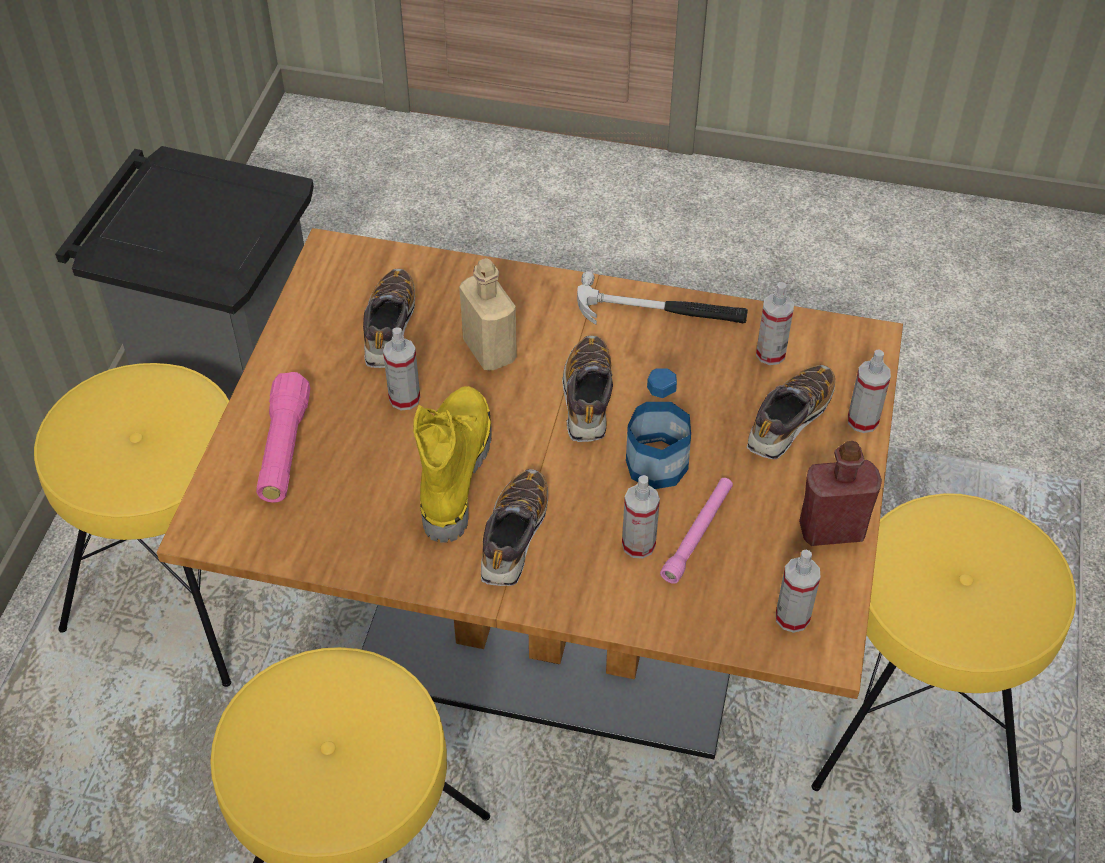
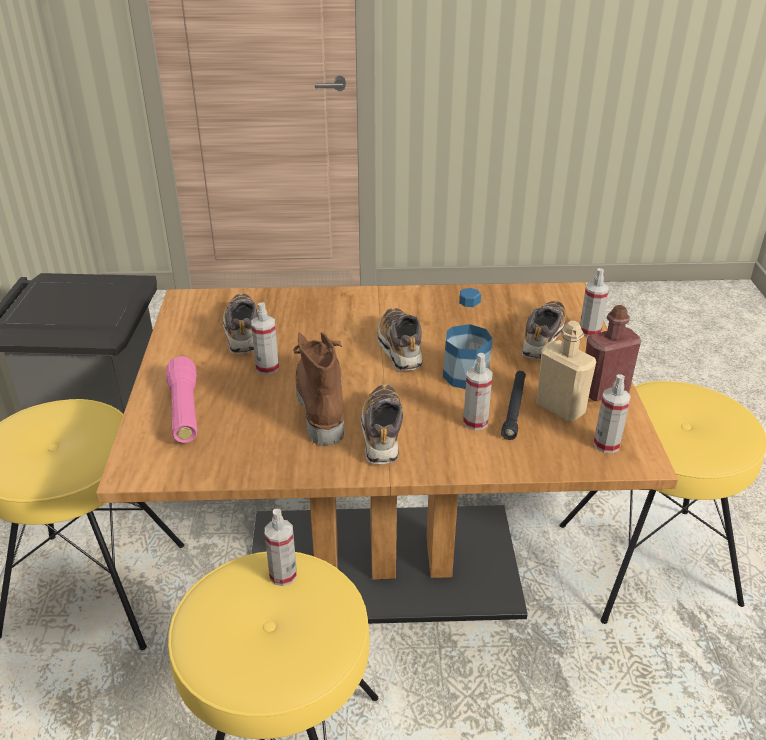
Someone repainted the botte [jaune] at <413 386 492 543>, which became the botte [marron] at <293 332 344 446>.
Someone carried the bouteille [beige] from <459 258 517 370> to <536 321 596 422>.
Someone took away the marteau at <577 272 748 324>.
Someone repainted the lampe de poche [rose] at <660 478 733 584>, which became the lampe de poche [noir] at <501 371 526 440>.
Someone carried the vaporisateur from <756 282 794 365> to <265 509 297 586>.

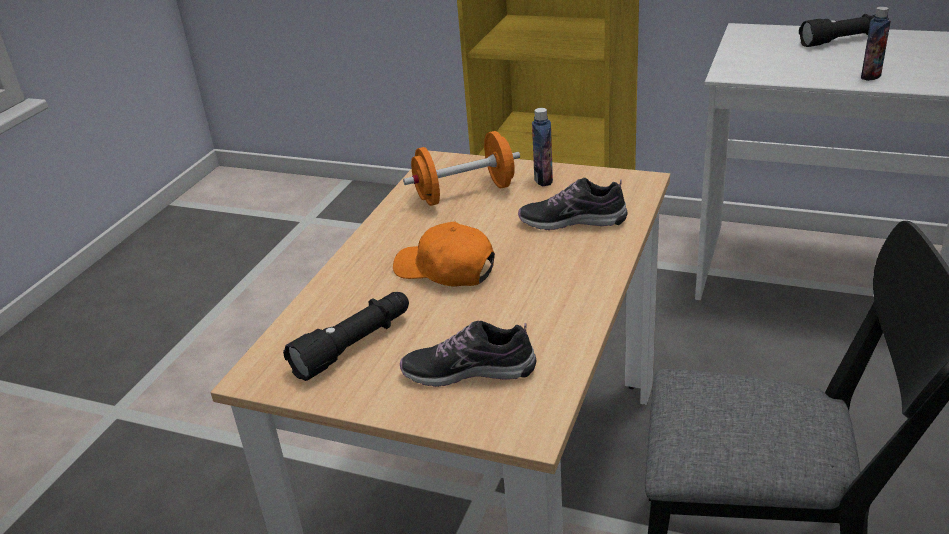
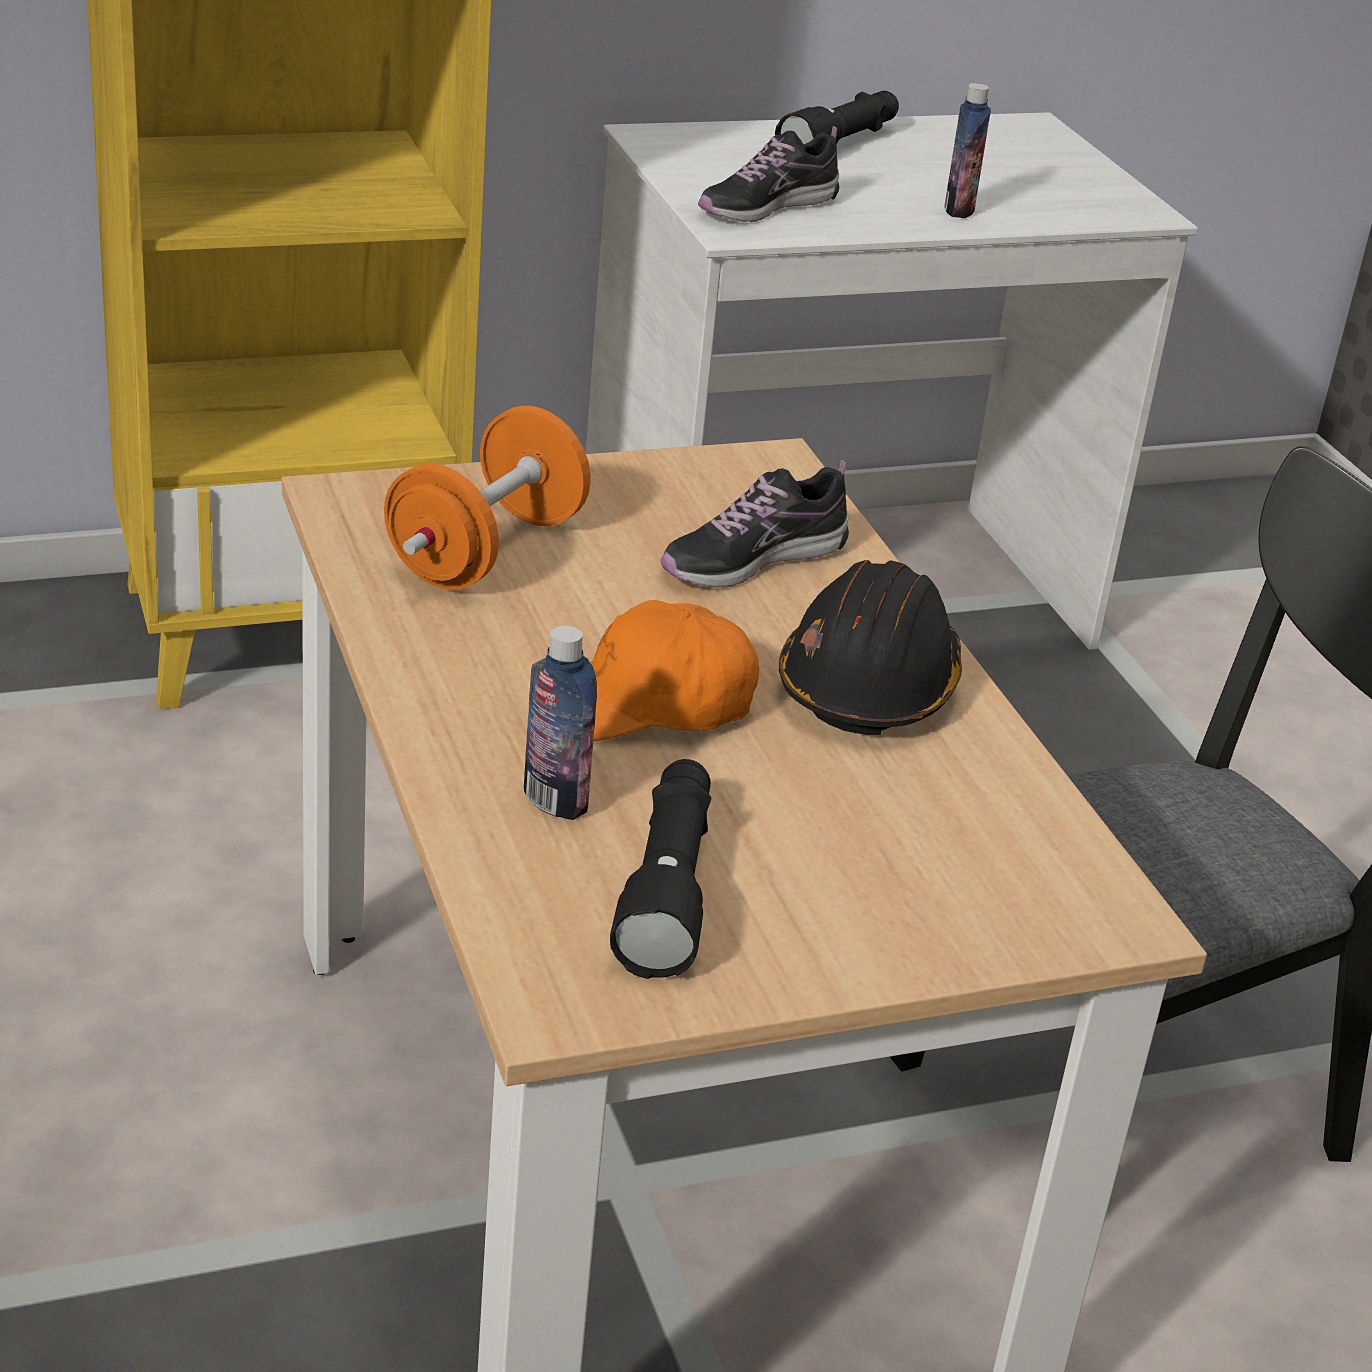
Someone carried the chaussure from <400 321 536 387> to <698 126 839 222>.
Someone carried the bouteille from <532 108 553 186> to <524 626 597 820>.
Someone put down the casque de chantier [noir] at <779 560 962 735>.

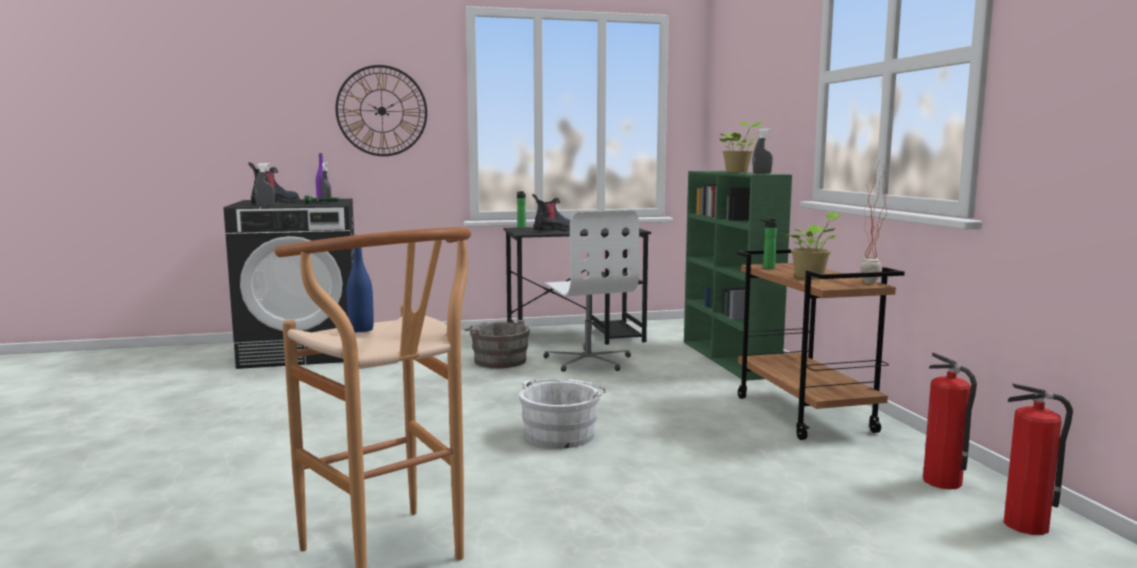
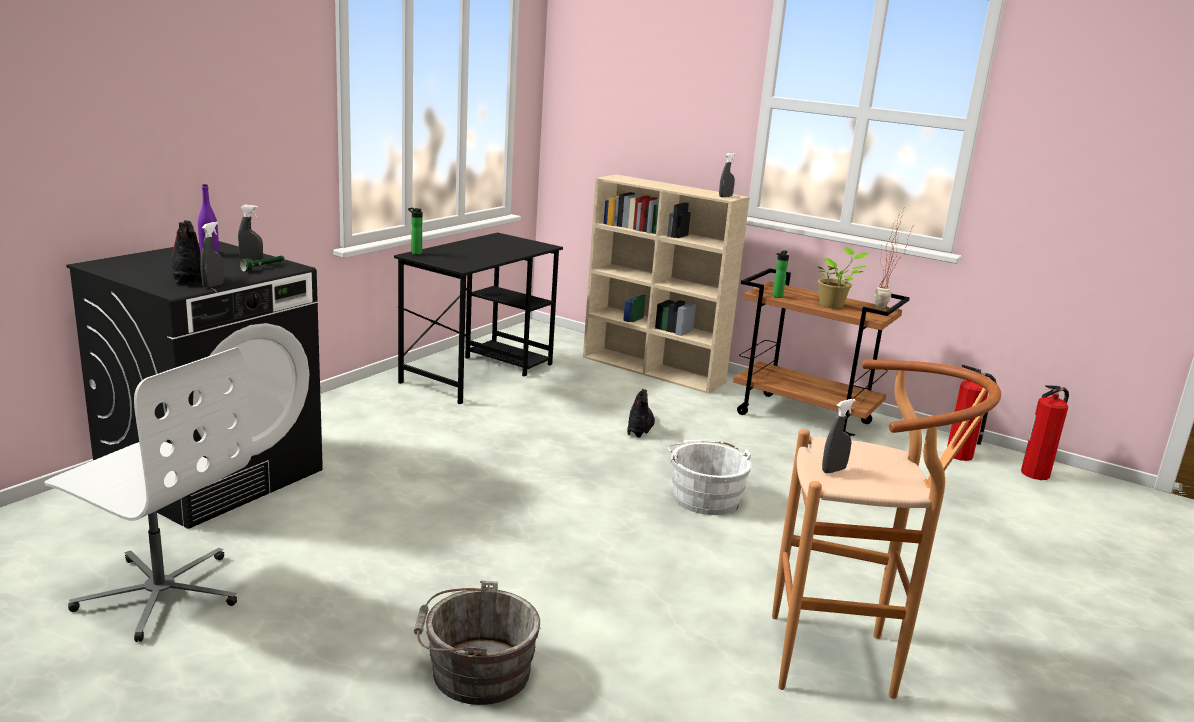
Someone took away the horloge murale at <335 65 427 156>.
Someone swapped the bouteille [bleu] at <347 248 374 332> for the vaporisateur [gris] at <822 399 856 473>.
Someone carried the seau [gris] from <464 319 530 368> to <414 581 540 705>.
Someone carried the botte from <532 194 571 232> to <627 389 655 438>.
Someone carried the chaise de bureau [blanc] from <543 211 639 372> to <44 347 253 642>.
Someone repainted the bibliothèque [vert] at <684 171 792 381>, which became the bibliothèque [beige] at <583 174 750 394>.
Someone took away the plante en pot at <720 122 762 172>.

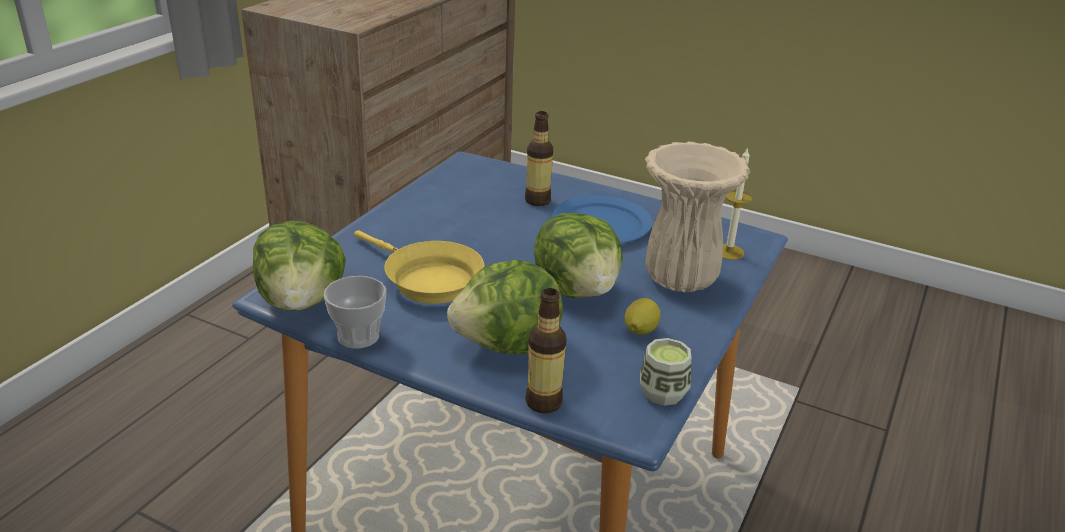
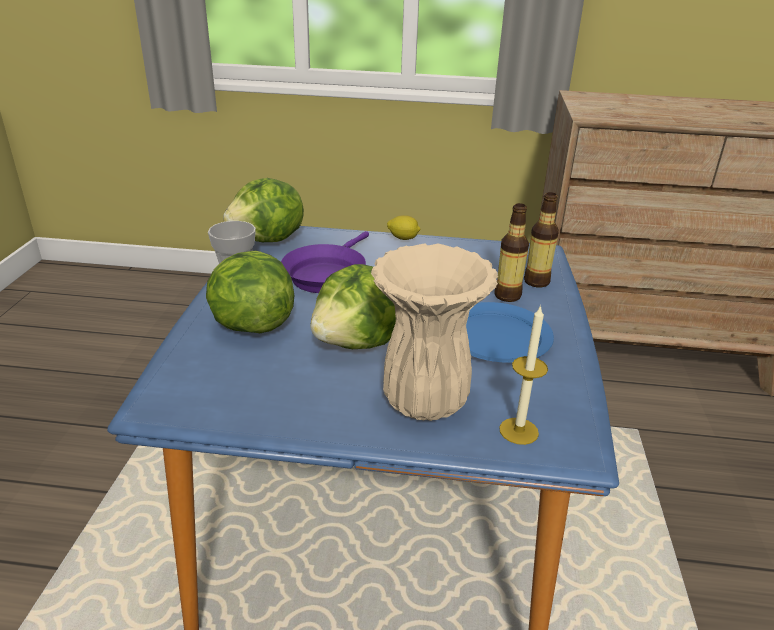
Someone repainted the poêle [jaune] at <354 230 485 304>, which became the poêle [violet] at <281 231 369 293>.
Someone carried the bouteille from <525 288 567 413> to <524 192 559 287>.
Someone carried the citron from <625 298 661 335> to <387 215 420 240>.
Someone took away the tasse at <640 338 691 406>.

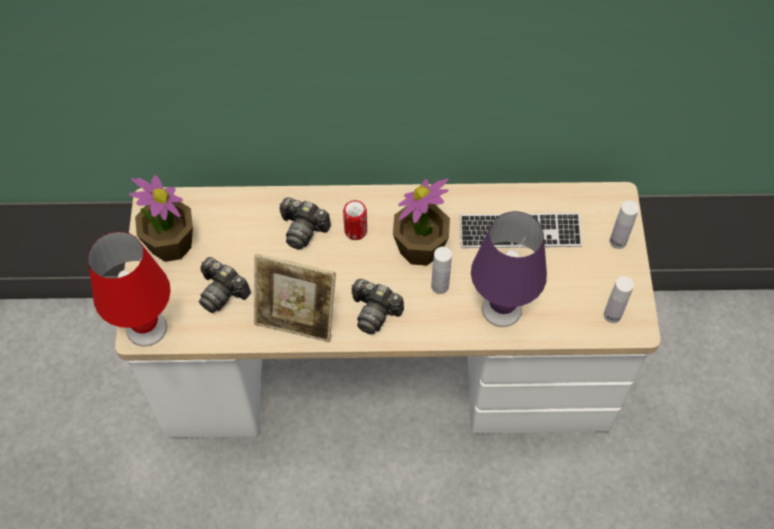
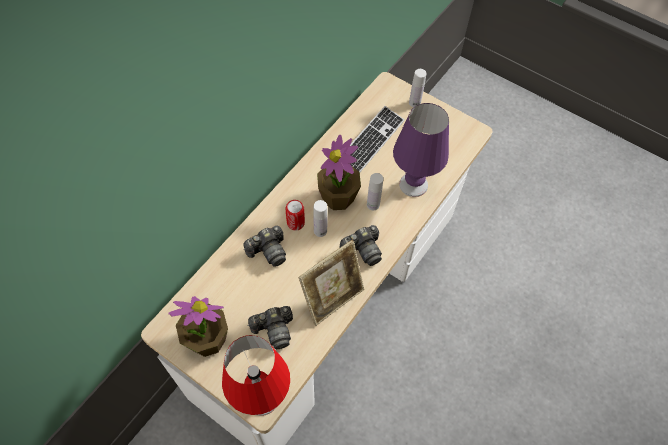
Someone carried the bouteille [blanc] from <604 276 634 323> to <313 200 328 237>.

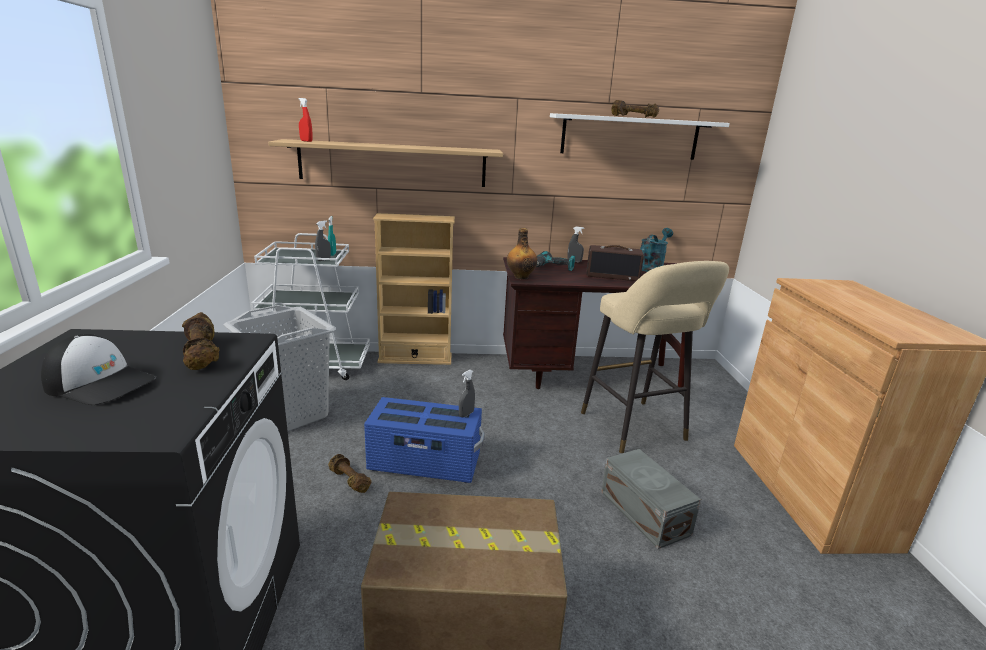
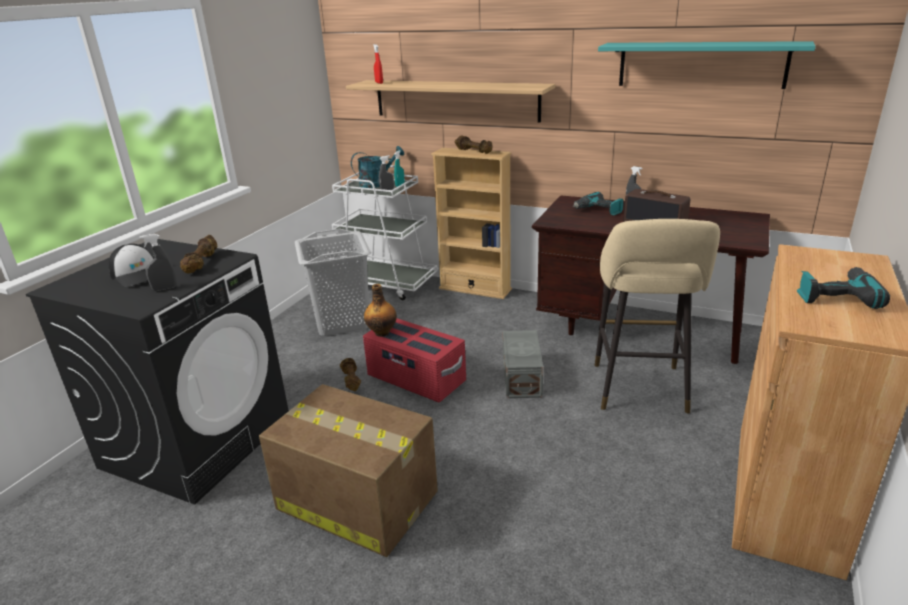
Someone repainted the boîte de rangement [bleu] at <364 397 485 483>, which became the boîte de rangement [rouge] at <363 318 466 402>.
Someone carried the vaporisateur [gris] from <459 370 475 418> to <139 234 177 291>.
Someone carried the bouteille from <507 228 537 280> to <364 284 397 337>.
Someone repainted the étagère [blanc] at <550 113 730 160>, which became the étagère [turquoise] at <598 41 816 89>.
Someone carried the boîte de rangement [gris] from <601 449 701 549> to <503 330 543 398>.
Someone carried the haltère [marron] from <611 100 659 118> to <455 135 493 154>.
Someone carried the arrosoir [turquoise] from <640 228 673 272> to <351 146 404 188>.
Someone put down the perceuse at <797 267 890 309>.

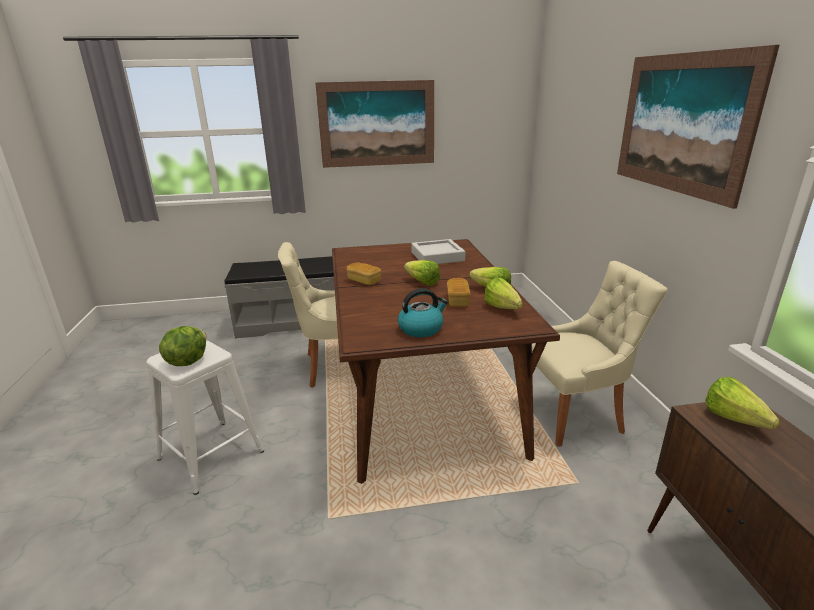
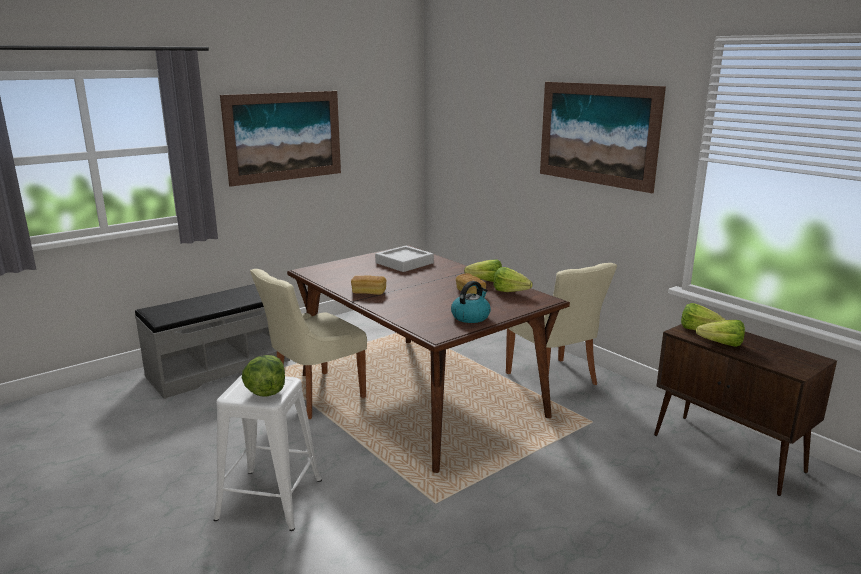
Someone carried the laitue from <404 260 440 286> to <696 320 745 347>.
Someone rotated the chaise [beige] at <532 261 667 447> by 105 degrees clockwise.

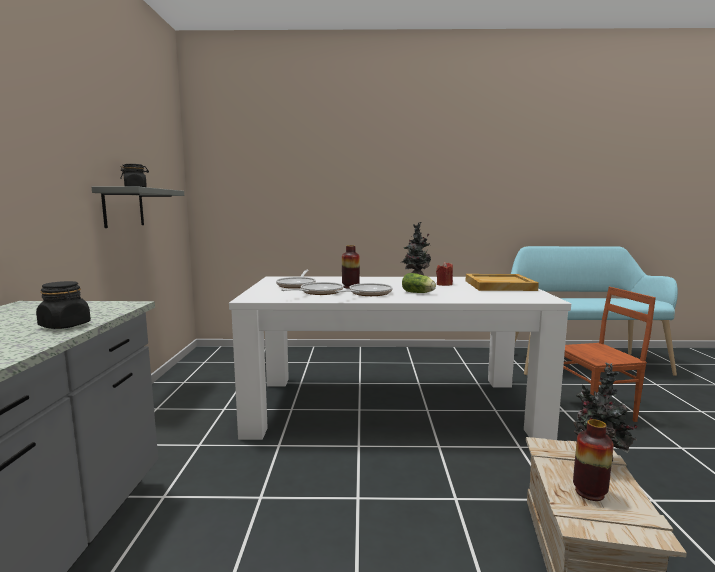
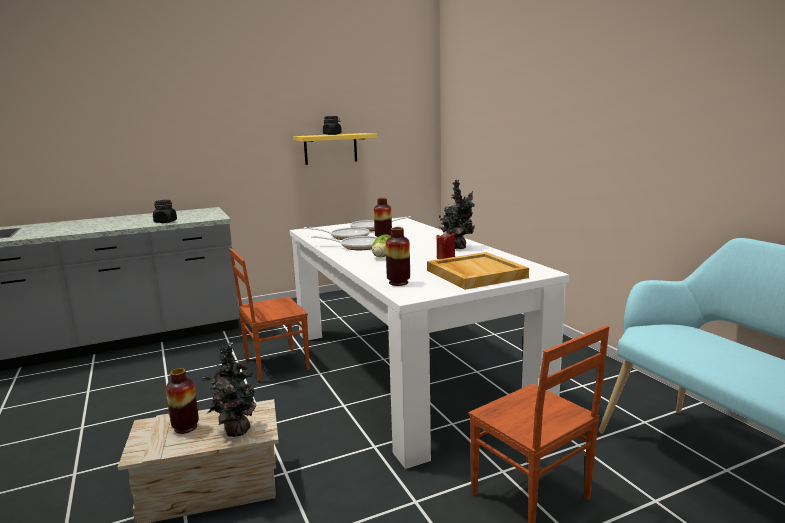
Someone repainted the étagère [gris] at <92 187 184 228>, which became the étagère [jaune] at <293 133 378 165>.
Someone put down the chaise [marron] at <230 248 310 382>.
Someone put down the vase at <386 227 410 286>.

